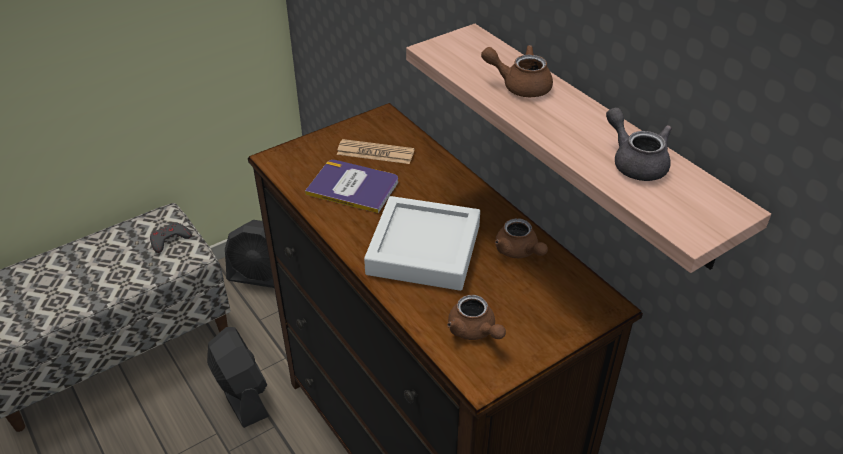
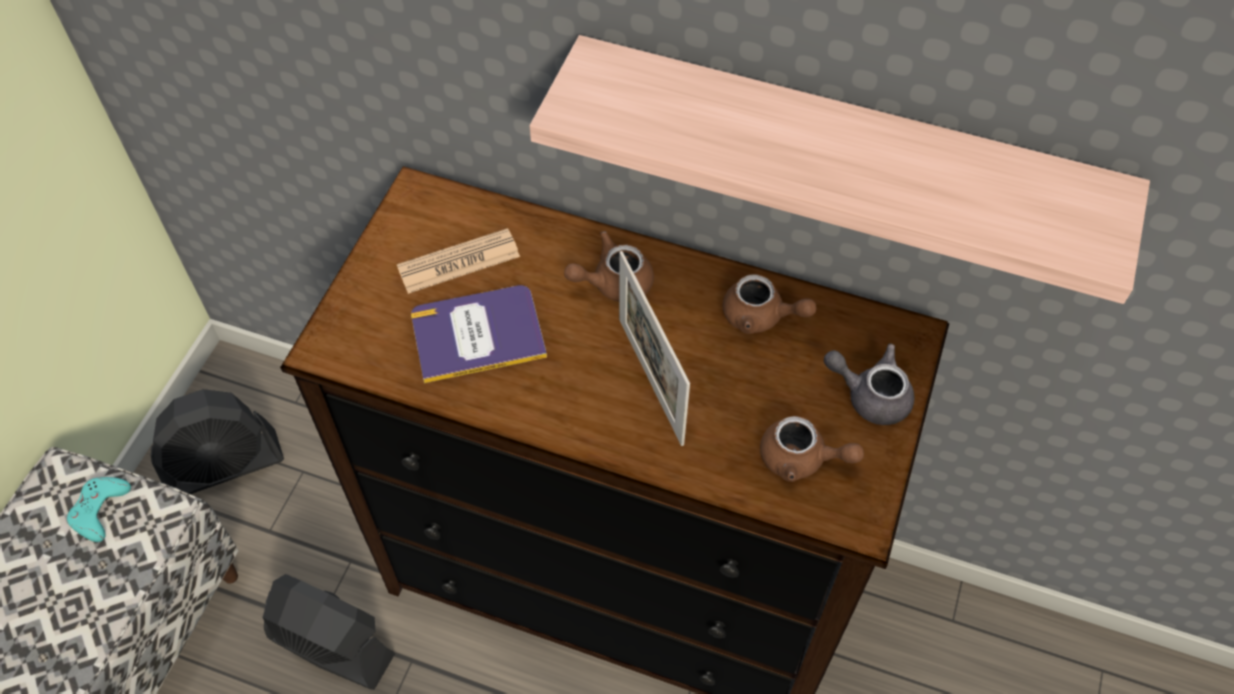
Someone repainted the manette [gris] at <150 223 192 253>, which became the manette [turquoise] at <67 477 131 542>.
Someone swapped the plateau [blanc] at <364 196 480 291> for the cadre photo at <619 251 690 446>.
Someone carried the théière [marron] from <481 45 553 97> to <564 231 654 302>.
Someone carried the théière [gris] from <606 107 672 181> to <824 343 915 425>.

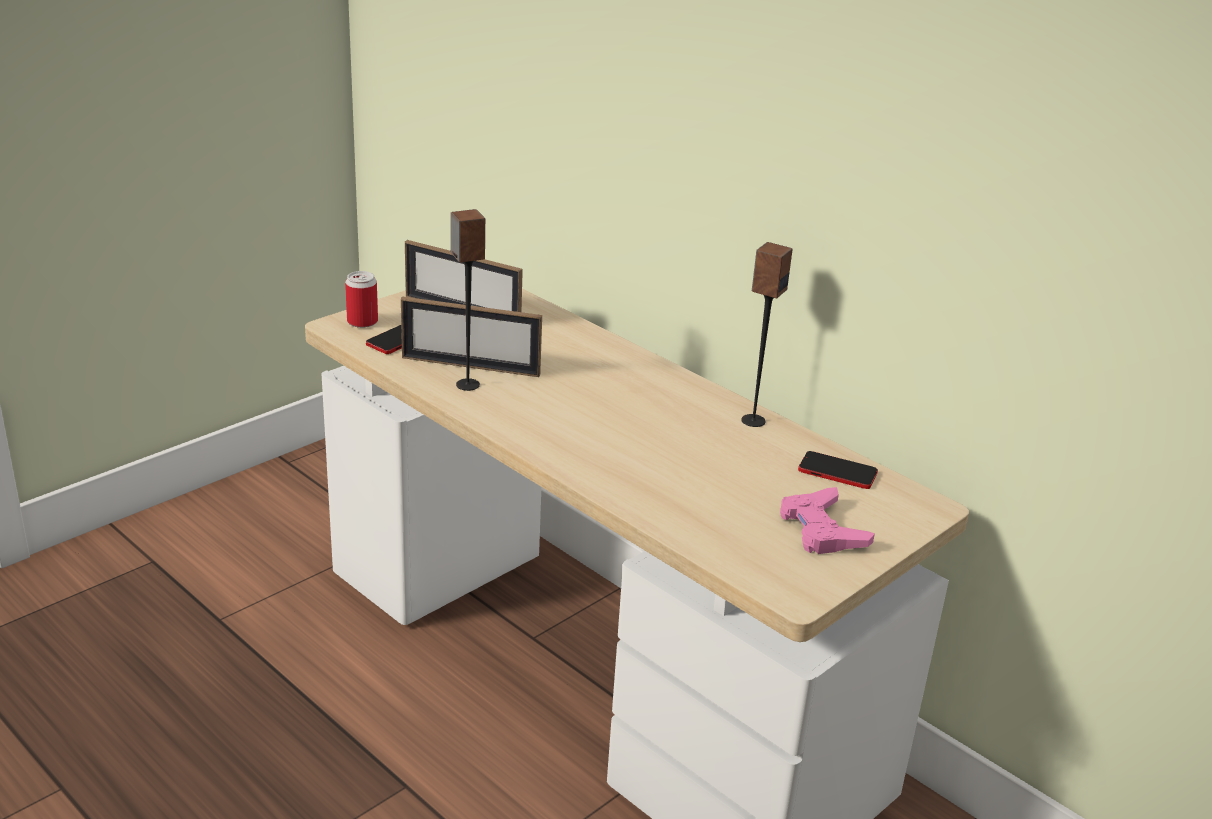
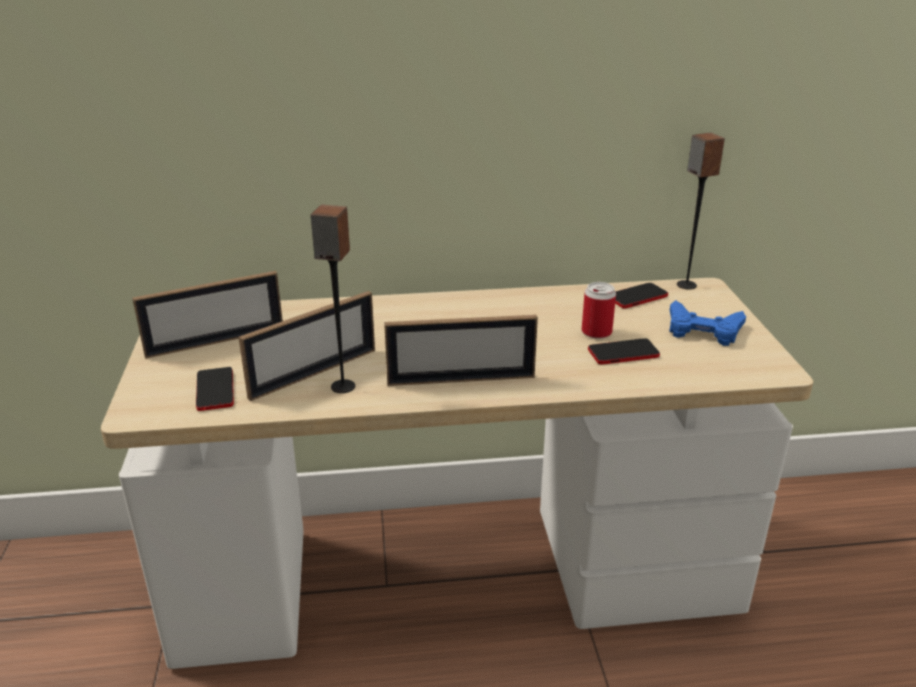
Someone carried the boîte métallique from <345 271 378 328> to <582 282 616 339>.
Someone carried the enceinte from <741 242 793 427> to <677 133 725 289>.
Someone repainted the manette [rose] at <780 487 875 554>, which became the manette [bleu] at <669 300 746 346>.
Someone put down the cadre photo at <384 315 538 386>.
Someone put down the téléphone at <588 338 660 364>.

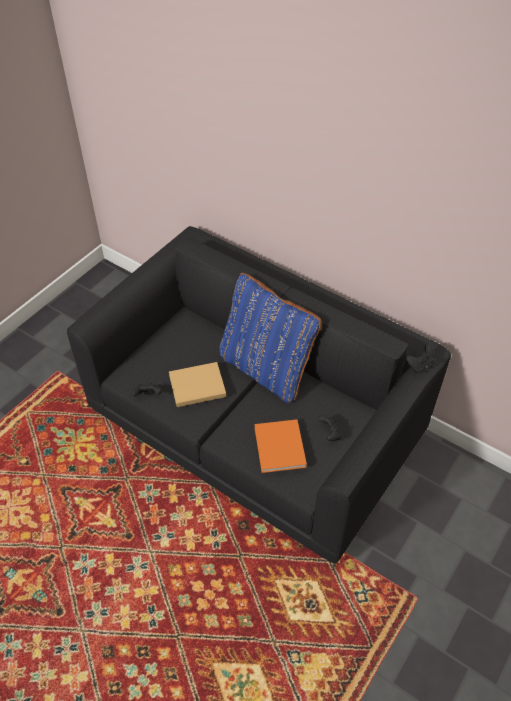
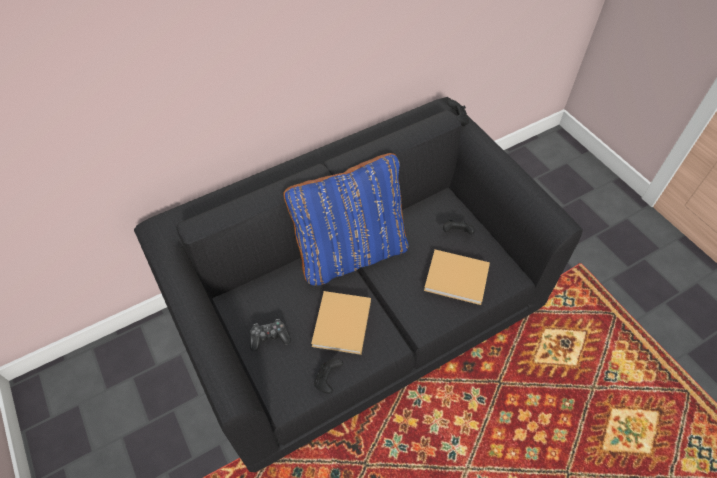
Someone repainted the livre [orange] at <254 419 307 473>, which became the livre [beige] at <424 250 490 305>.
Someone put down the manette at <250 319 291 351>.

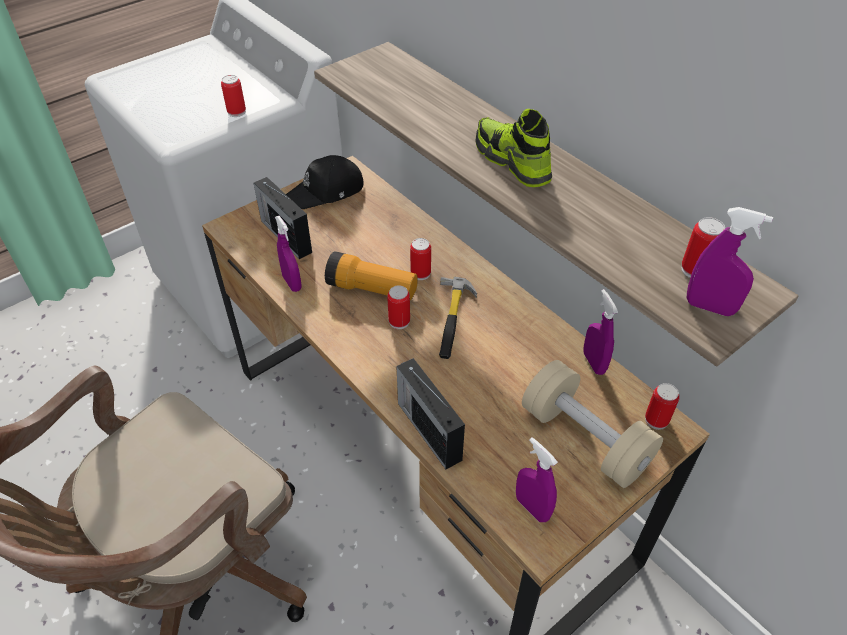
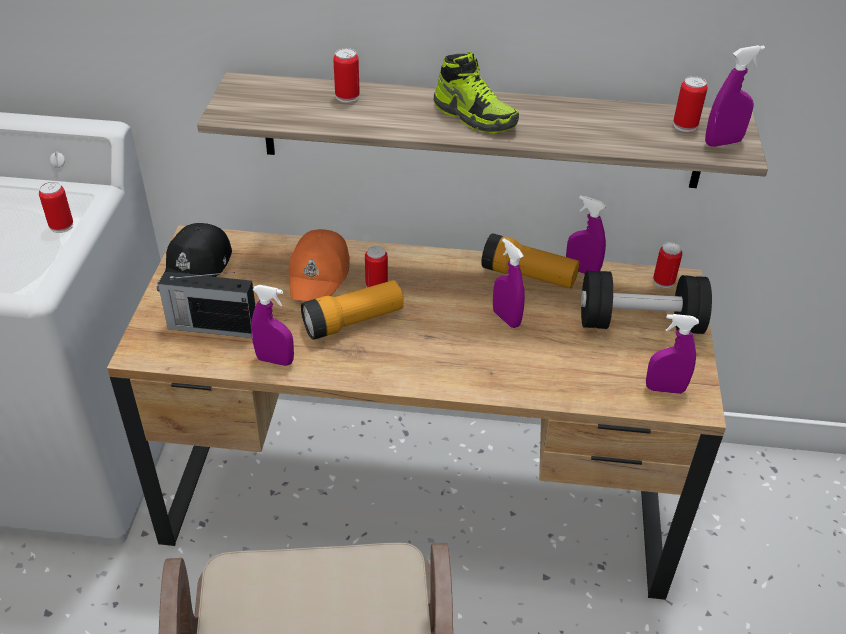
Someone carried the boîte métallique from <387 285 410 329> to <333 48 360 103>.
Someone took away the radio at <396 358 465 469>.
Someone took away the marteau at <439 277 477 359>.
Someone rotated the chaussure at <475 109 552 187> by 150 degrees counterclockwise.
Someone repainted the haltère [beige] at <522 360 663 488>, which became the haltère [noir] at <581 271 712 334>.
Someone put down the casquette [orange] at <288 229 350 301>.
Someone put down the lampe de poche at <481 233 580 289>.
Someone put down the vaporisateur [violet] at <493 238 525 328>.

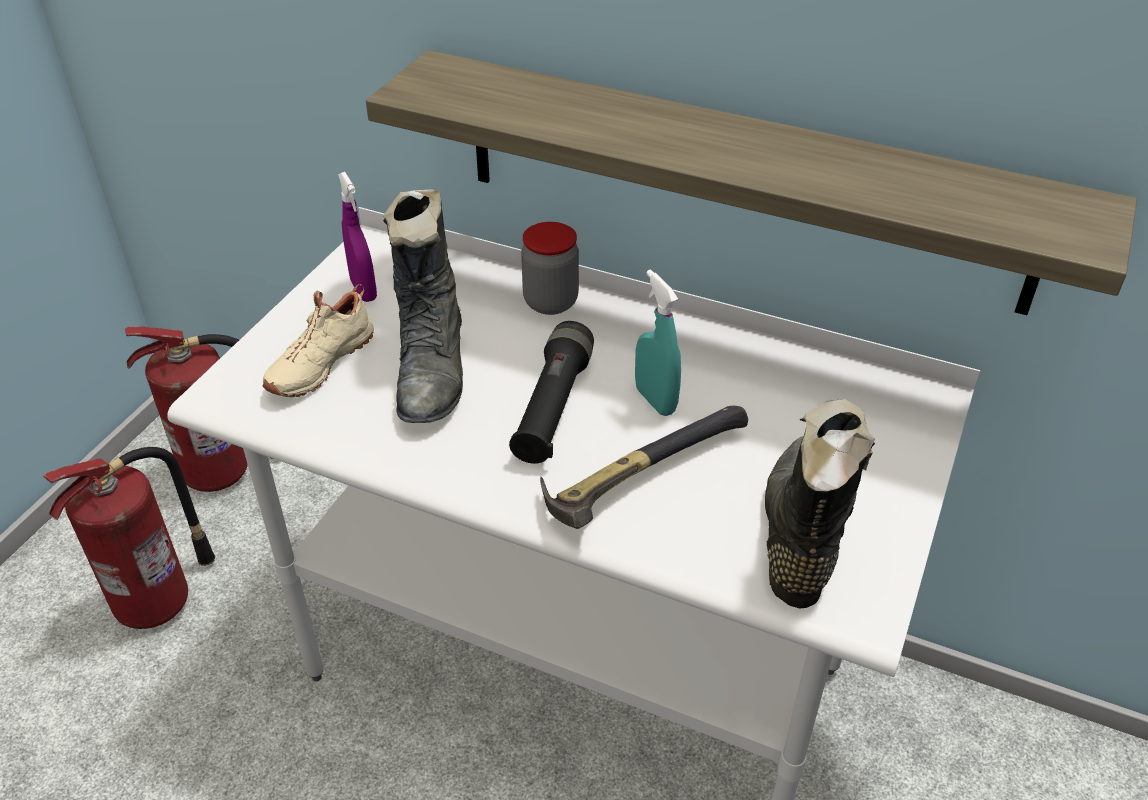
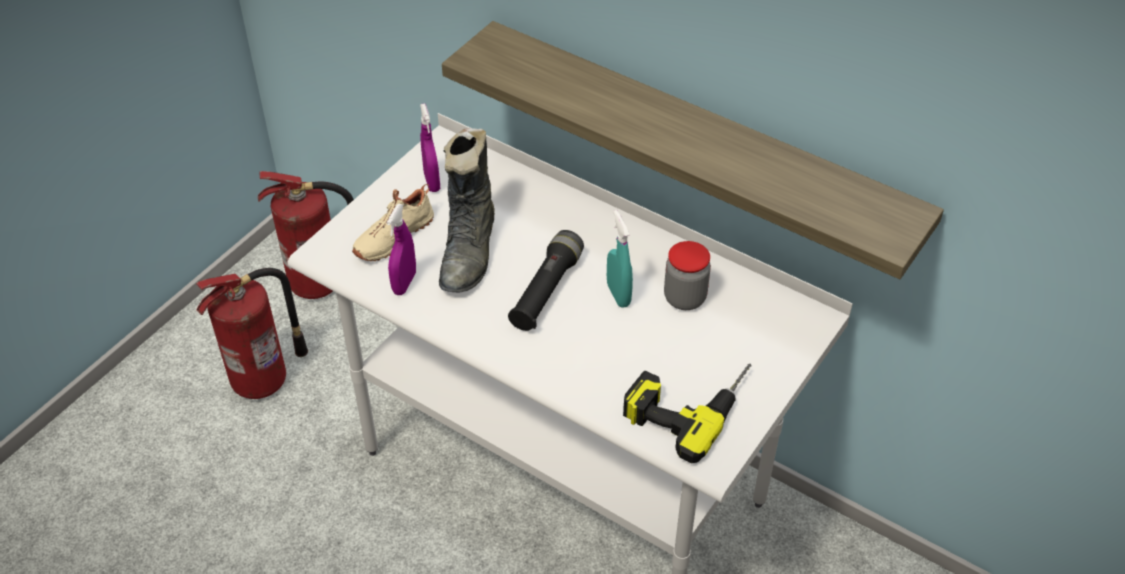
Someone carried the bocal from <521 222 579 315> to <664 241 711 310>.
Someone took away the marteau at <540 406 748 529>.
Someone swapped the botte [noir] at <765 399 875 608> for the perceuse at <623 364 752 464>.
Someone put down the vaporisateur [violet] at <387 204 416 295>.

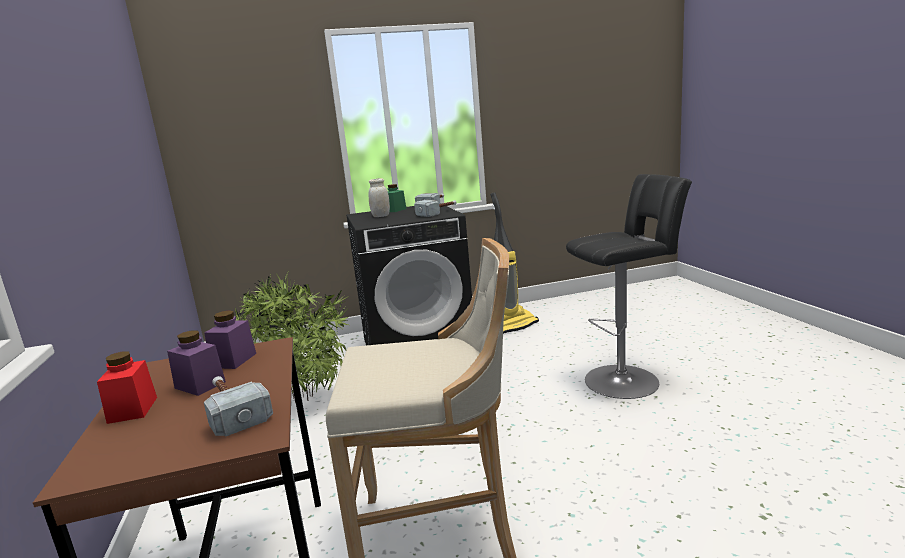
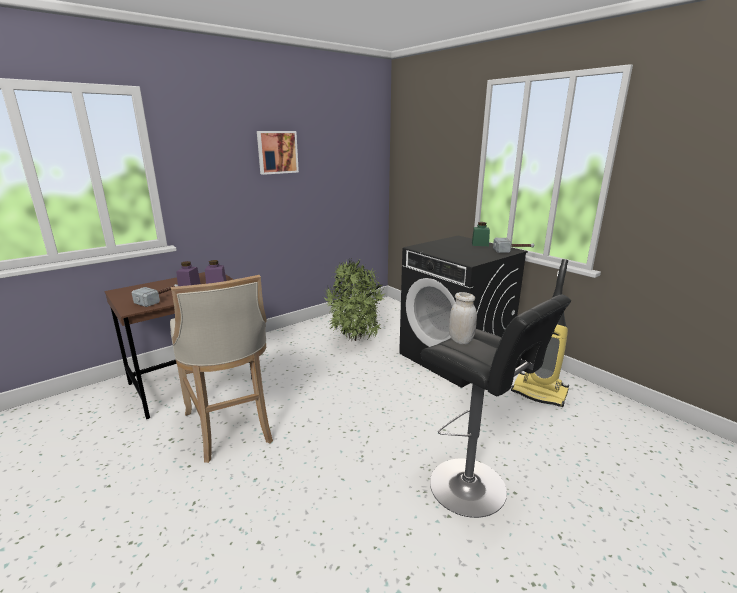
Someone took away the bocal [rouge] at <97 351 157 424>.
Someone carried the bocal [blanc] from <369 178 390 217> to <449 292 477 345>.
Someone took away the marteau at <414 200 457 217>.
Someone put up the tableau at <257 131 299 175>.

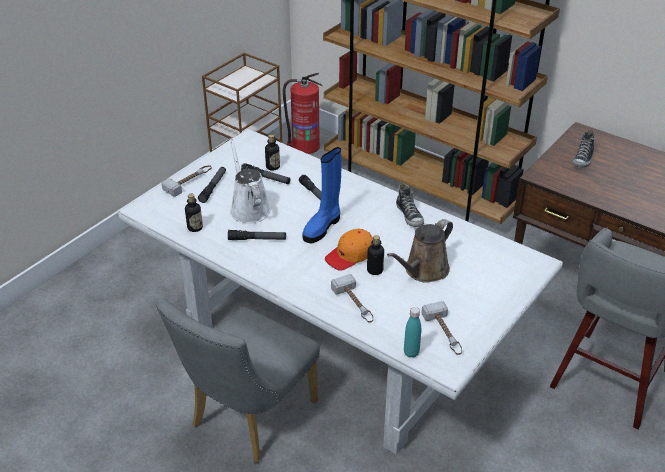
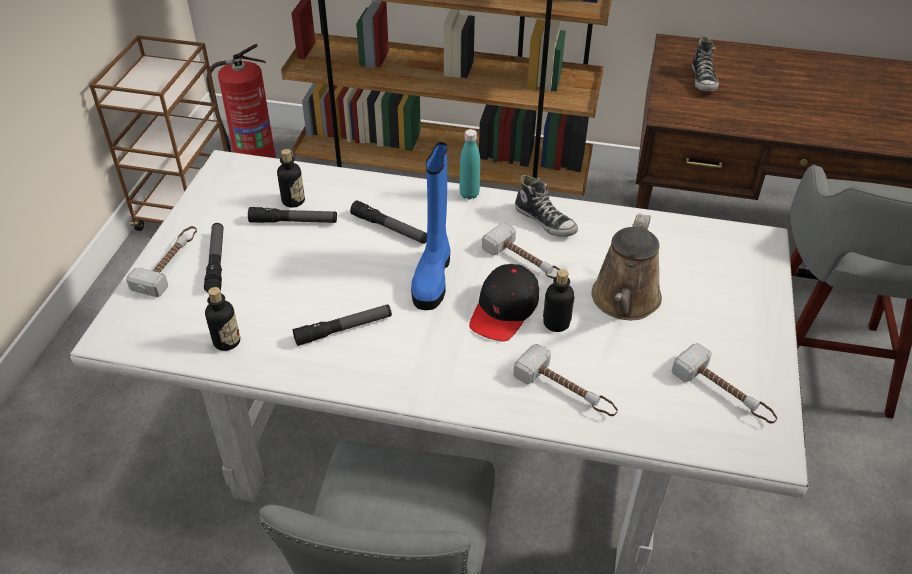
Someone took away the arrosoir [blanc] at <230 138 271 223>.
Someone repainted the casquette [orange] at <325 229 373 271>, which became the casquette [noir] at <469 264 539 342>.
Someone carried the bouteille [turquoise] from <404 307 421 358> to <460 129 480 200>.
Someone put down the marteau at <482 223 560 279>.

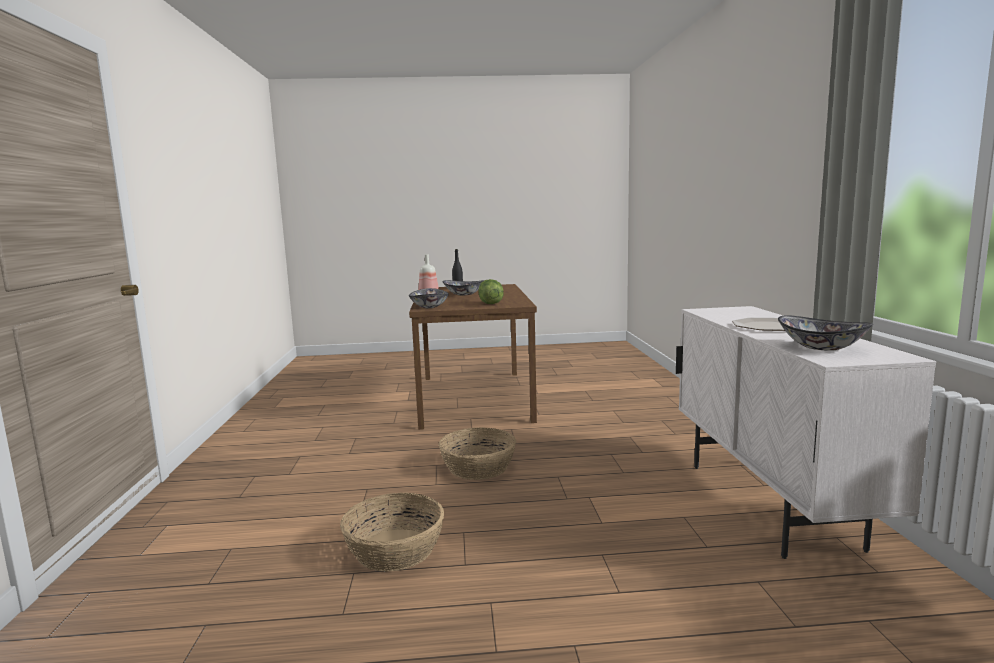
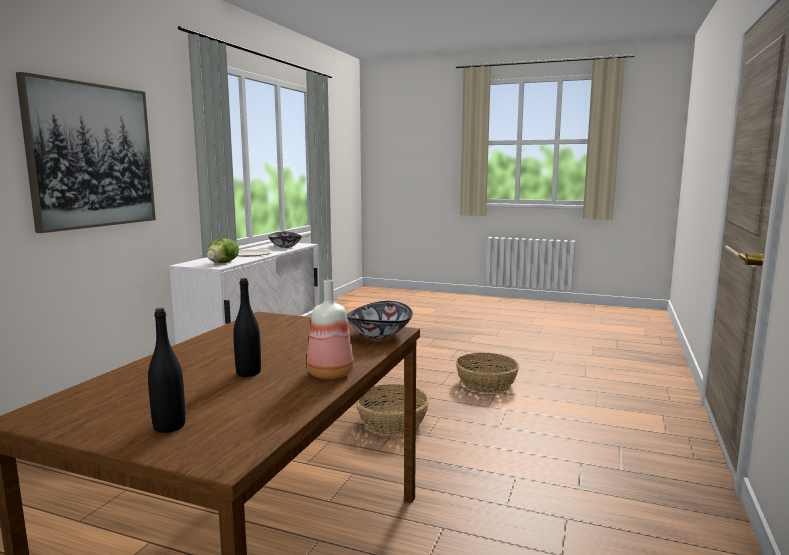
Someone swapped the bol at <443 280 484 295> for the bouteille [noir] at <233 278 261 377>.
Someone carried the laitue from <478 279 504 304> to <207 238 239 263>.
Someone put up the tableau at <16 72 156 233>.

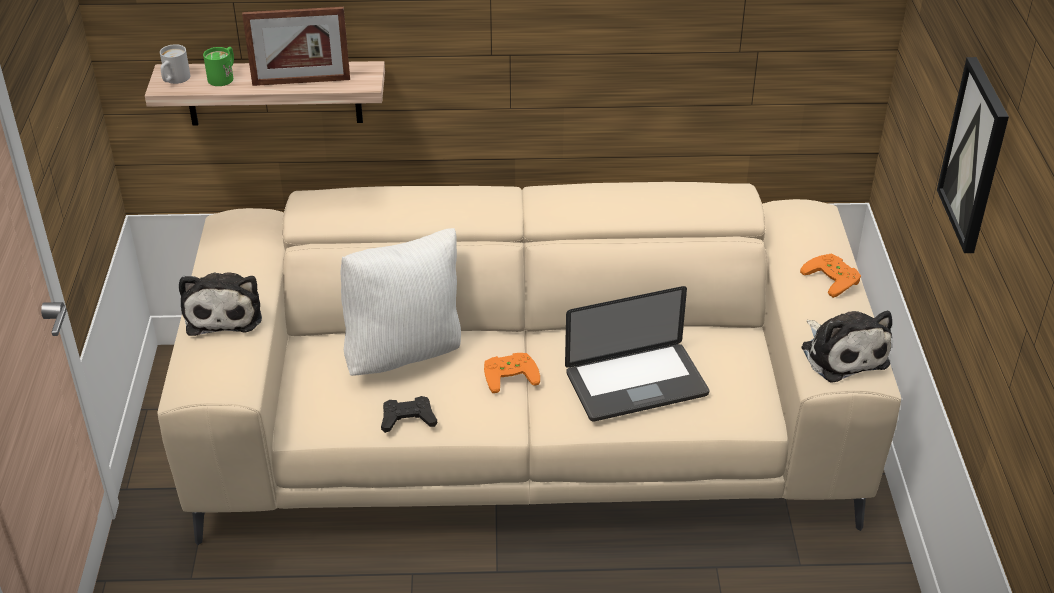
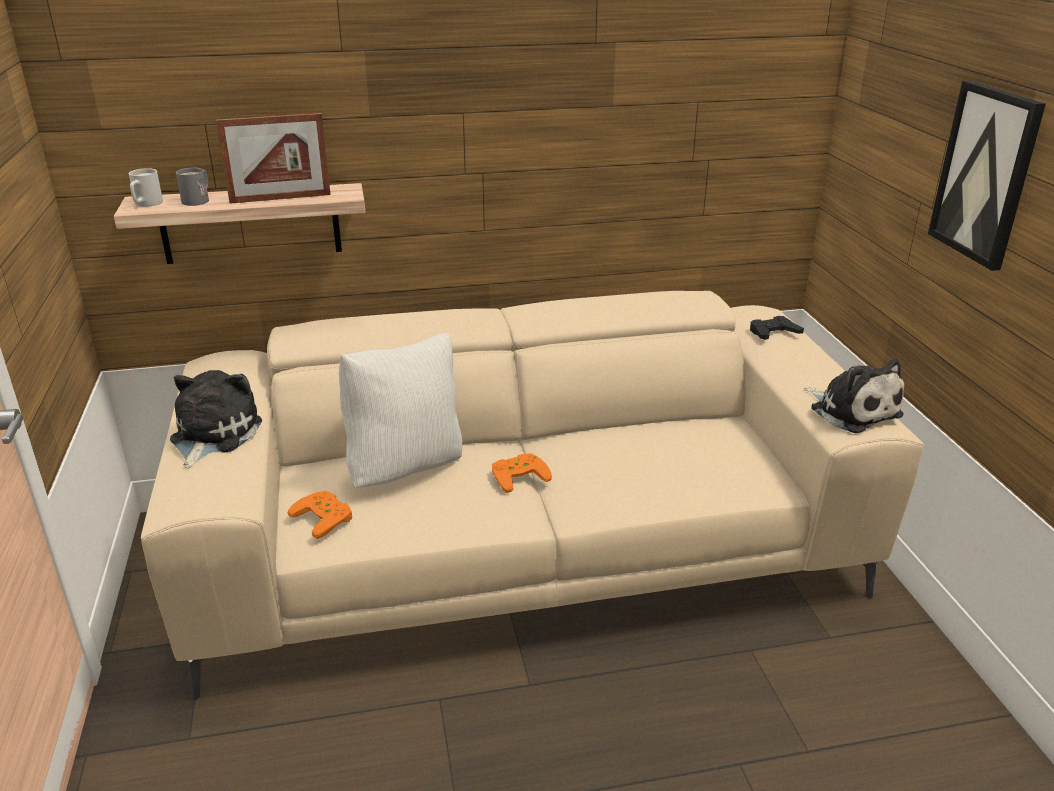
Someone rotated the peluche at <179 272 262 336> by 150 degrees counterclockwise.
Someone repainted the mug [vert] at <203 47 234 86>, which became the mug [gris] at <176 168 209 206>.
Someone carried the manette [noir] from <381 396 437 433> to <750 316 804 340>.
Someone took away the ordinateur portable at <565 286 709 422>.
Someone carried the manette [orange] from <800 254 861 298> to <288 491 352 539>.

